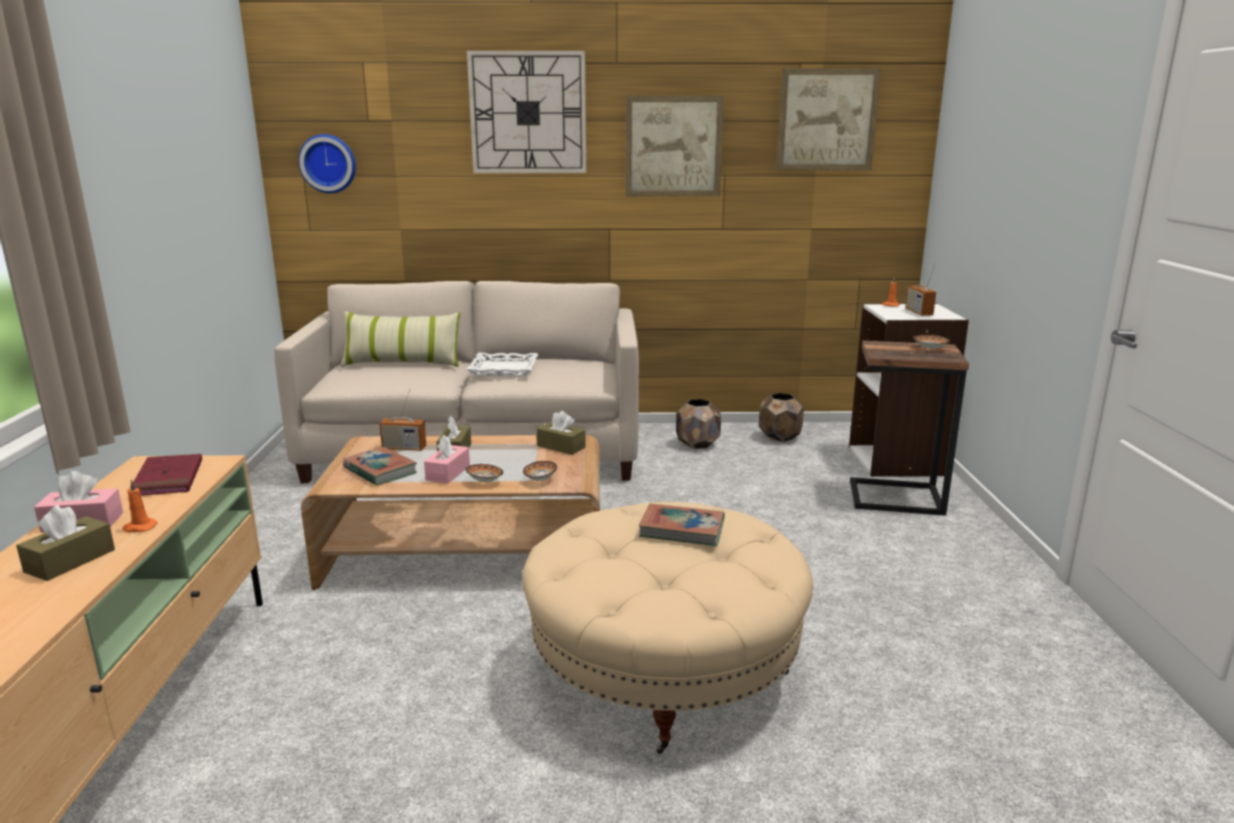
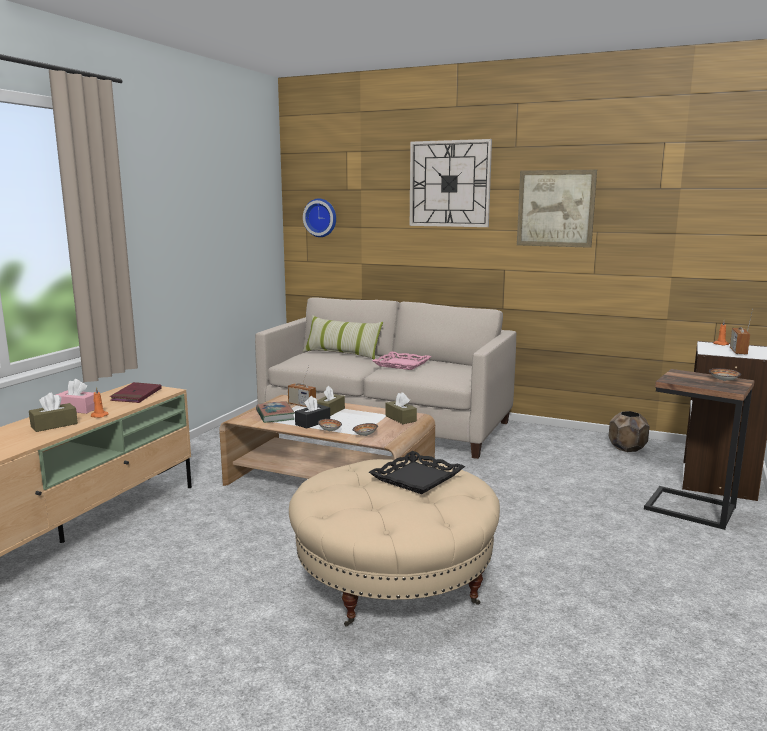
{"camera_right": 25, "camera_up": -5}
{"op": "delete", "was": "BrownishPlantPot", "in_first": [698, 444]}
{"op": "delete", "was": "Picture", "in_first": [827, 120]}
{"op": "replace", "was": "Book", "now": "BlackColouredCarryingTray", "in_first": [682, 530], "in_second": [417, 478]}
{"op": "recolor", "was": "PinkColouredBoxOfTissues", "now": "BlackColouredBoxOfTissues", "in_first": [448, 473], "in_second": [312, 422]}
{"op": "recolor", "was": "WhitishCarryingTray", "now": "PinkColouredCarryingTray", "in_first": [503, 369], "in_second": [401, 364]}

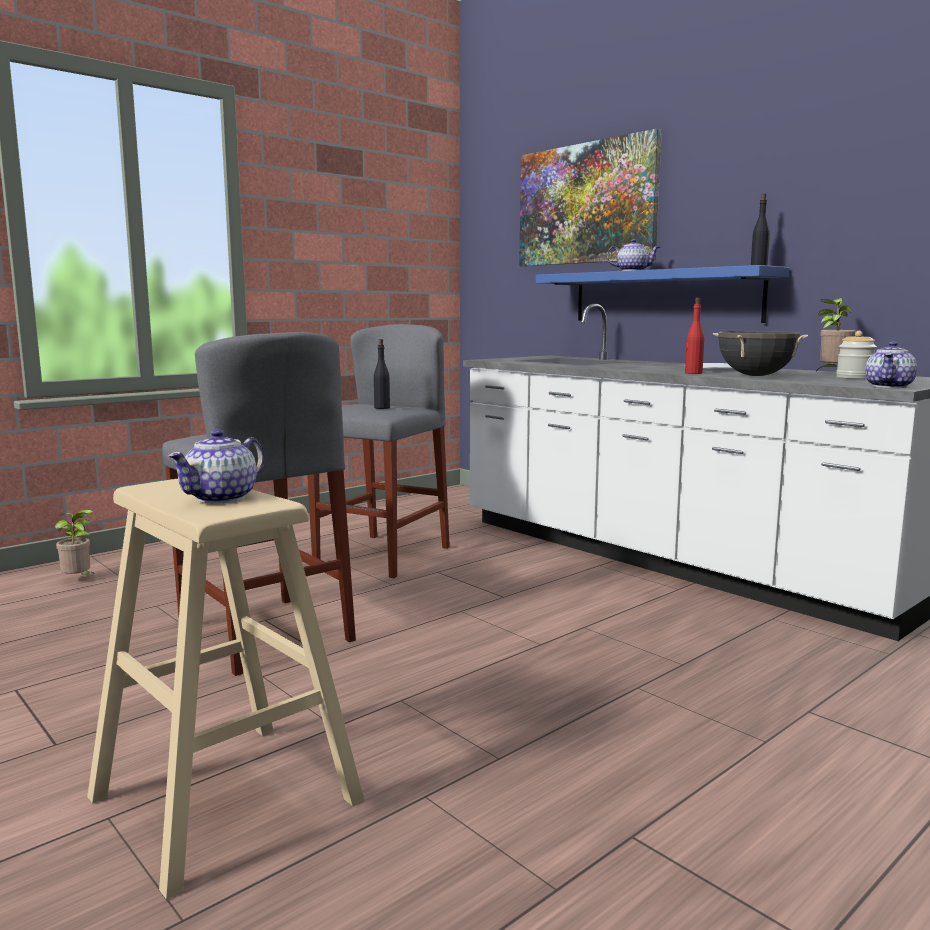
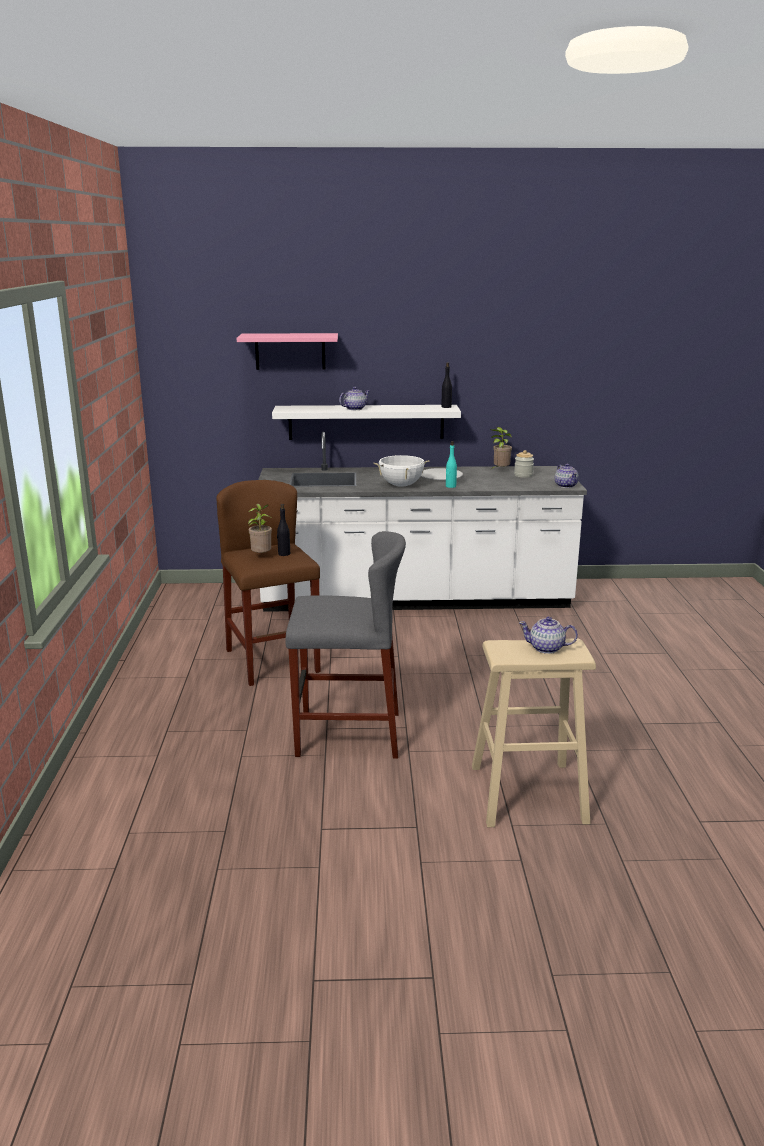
{"camera_right": -50, "camera_up": 10}
{"op": "delete", "was": "BlackColouredCookingPot", "in_first": [756, 376]}
{"op": "insert", "now": "WhitishCookingPot", "in_second": [401, 485]}
{"op": "move", "was": "PlantInAPot", "in_first": [79, 579], "in_second": [261, 556]}
{"op": "replace", "was": "Picture", "now": "PinkColouredBracketShelf", "in_first": [586, 204], "in_second": [290, 351]}
{"op": "recolor", "was": "GrayStoolSeat", "now": "BrownishStoolSeat", "in_first": [382, 555], "in_second": [272, 661]}
{"op": "recolor", "was": "BlueColouredBracketShelf", "now": "WhitishBracketShelf", "in_first": [664, 297], "in_second": [366, 422]}
{"op": "recolor", "was": "RedDrinkBottle", "now": "TurquoiseColouredDrinkBottle", "in_first": [693, 373], "in_second": [450, 486]}
{"op": "rotate", "was": "PotForTea", "in_first": [222, 498], "in_second": [547, 648], "clockwise": 120}

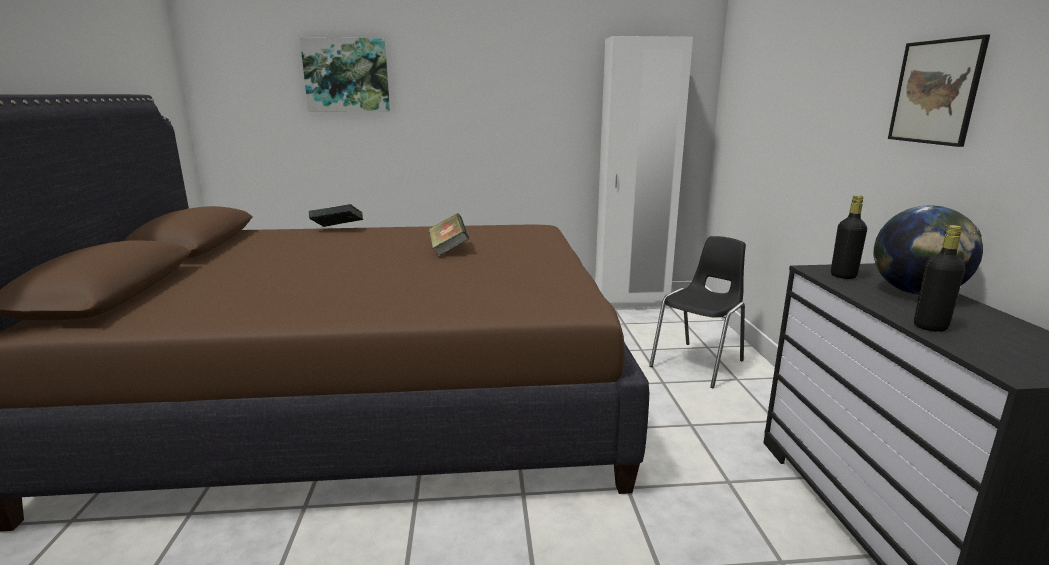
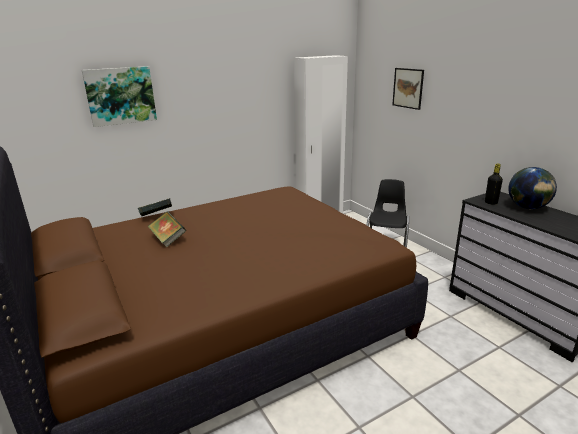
{"camera_right": -25, "camera_up": 5}
{"op": "delete", "was": "BlackColouredDrinkBottle", "in_first": [930, 327]}
{"op": "move", "was": "Book", "in_first": [448, 250], "in_second": [168, 239]}
{"op": "move", "was": "Picture", "in_first": [935, 92], "in_second": [408, 88]}

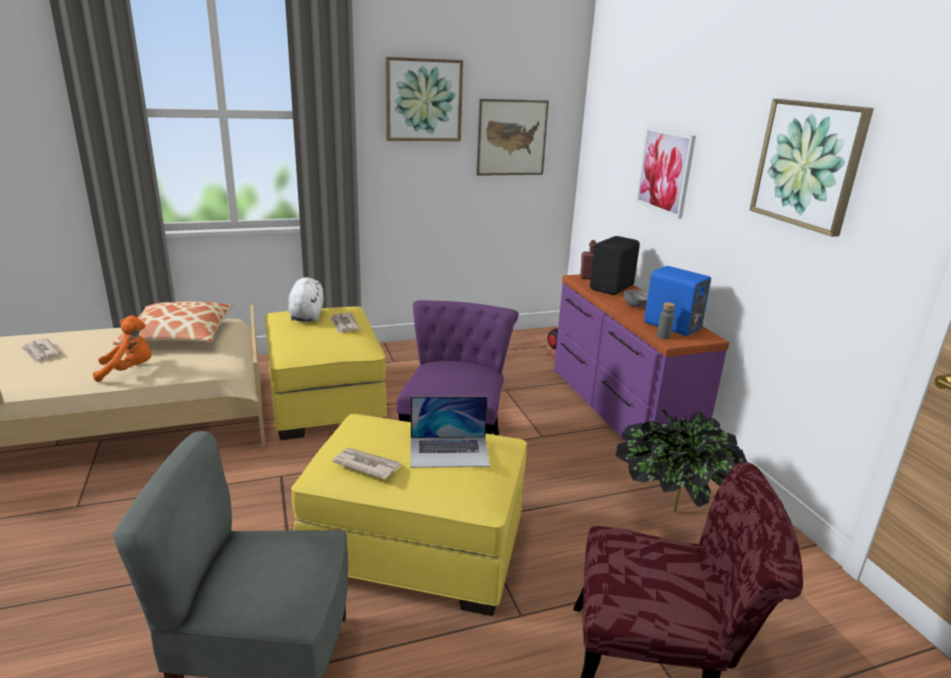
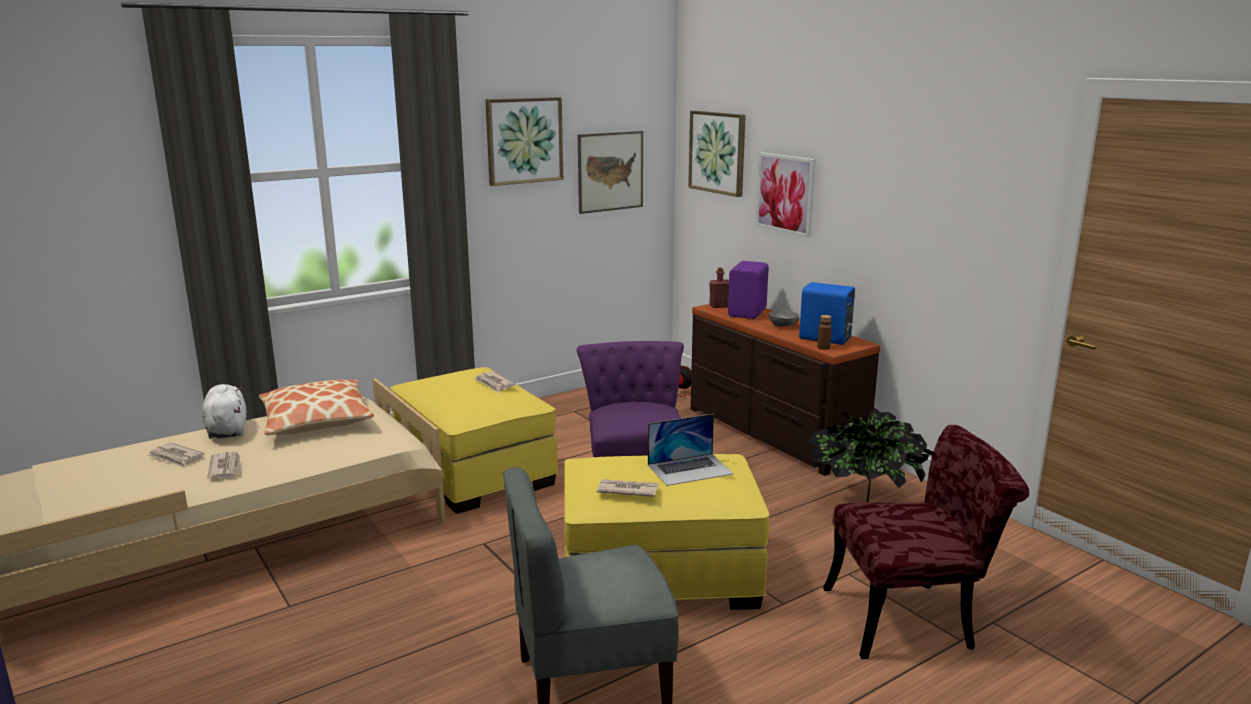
{"camera_right": -15, "camera_up": -5}
{"op": "delete", "was": "OrangeColouredSoftToy", "in_first": [129, 370]}
{"op": "insert", "now": "PrintedPaper", "in_second": [226, 467]}
{"op": "move", "was": "WhitishSoftToy", "in_first": [307, 315], "in_second": [227, 430]}
{"op": "move", "was": "Picture", "in_first": [808, 164], "in_second": [718, 152]}
{"op": "recolor", "was": "PurpleDresser", "now": "BrownishDresser", "in_first": [618, 409], "in_second": [772, 433]}
{"op": "recolor", "was": "BlackColouredLoudspeaker", "now": "PurpleLoudspeaker", "in_first": [613, 288], "in_second": [748, 313]}
{"op": "recolor", "was": "GrayDrinkBottle", "now": "BrownishDrinkBottle", "in_first": [663, 336], "in_second": [823, 347]}

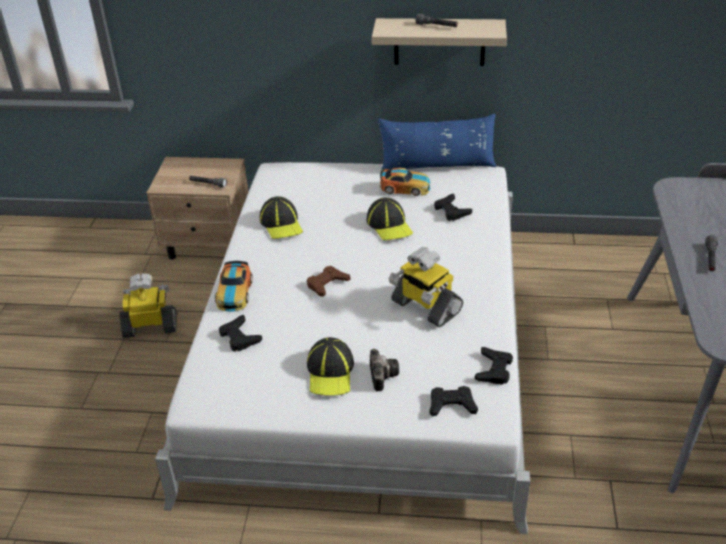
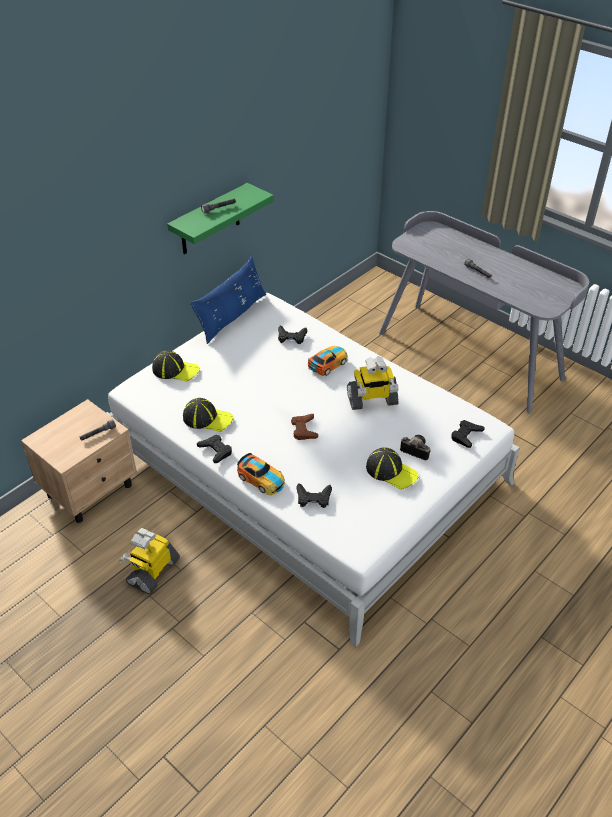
{"camera_right": -55, "camera_up": 5}
{"op": "move", "was": "PeakedCap", "in_first": [389, 225], "in_second": [175, 370]}
{"op": "move", "was": "ModelCar", "in_first": [405, 187], "in_second": [328, 364]}
{"op": "move", "was": "BlackColouredGamepad", "in_first": [494, 370], "in_second": [215, 451]}
{"op": "recolor", "was": "SandColouredBracketShelf", "now": "GreenishBracketShelf", "in_first": [439, 42], "in_second": [210, 220]}

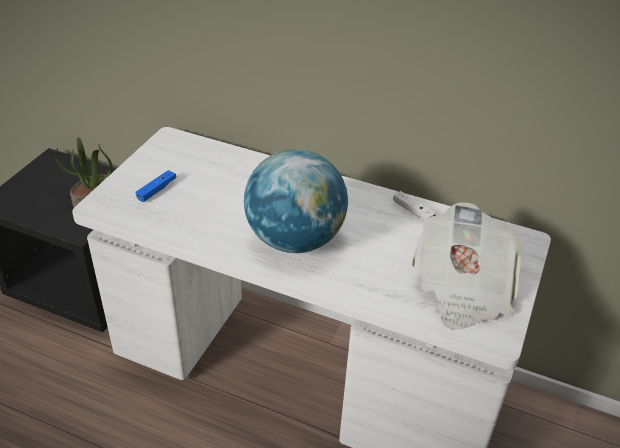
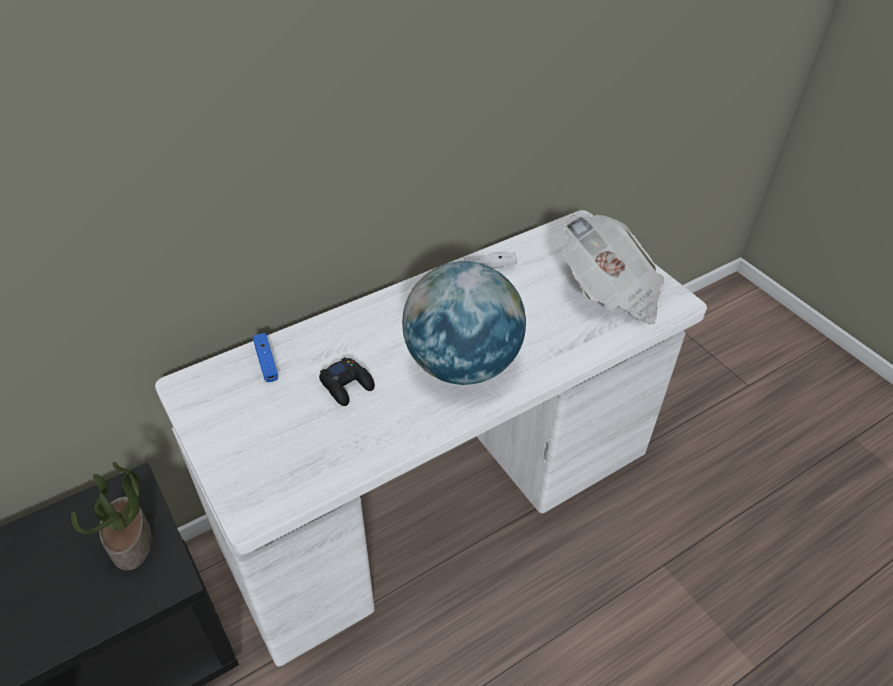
{"camera_right": -55, "camera_up": 5}
{"op": "insert", "now": "BlackColouredGamepad", "in_second": [347, 385]}
{"op": "move", "was": "BlueColouredGamepad", "in_first": [157, 190], "in_second": [266, 362]}

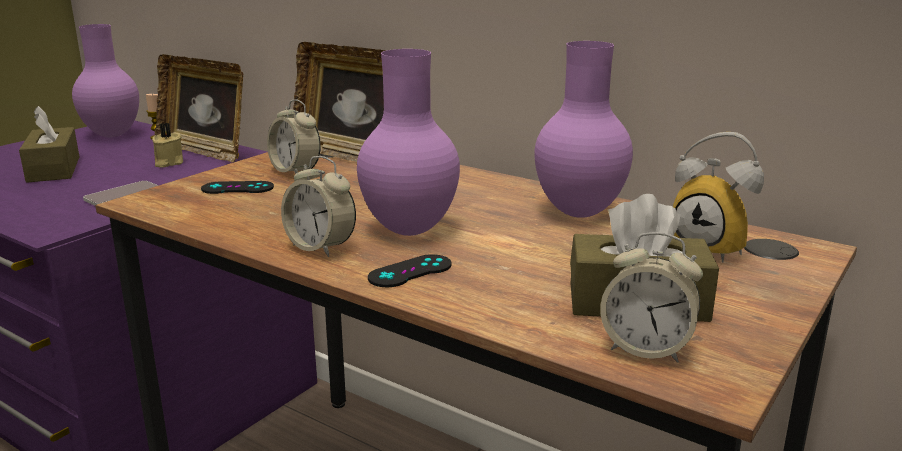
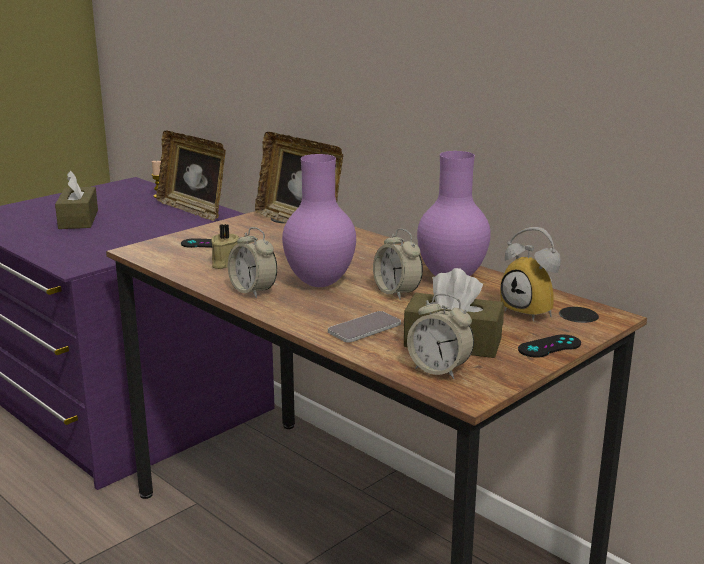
{"camera_right": 10, "camera_up": 0}
{"op": "delete", "was": "PurpleFlowerVase", "in_first": [113, 135]}
{"op": "move", "was": "Handset", "in_first": [122, 195], "in_second": [364, 328]}
{"op": "move", "was": "SandColouredWaxCandle", "in_first": [168, 163], "in_second": [224, 264]}
{"op": "move", "was": "BedsideClock", "in_first": [295, 171], "in_second": [397, 292]}
{"op": "move", "was": "BlackColouredGamepad", "in_first": [410, 271], "in_second": [549, 346]}

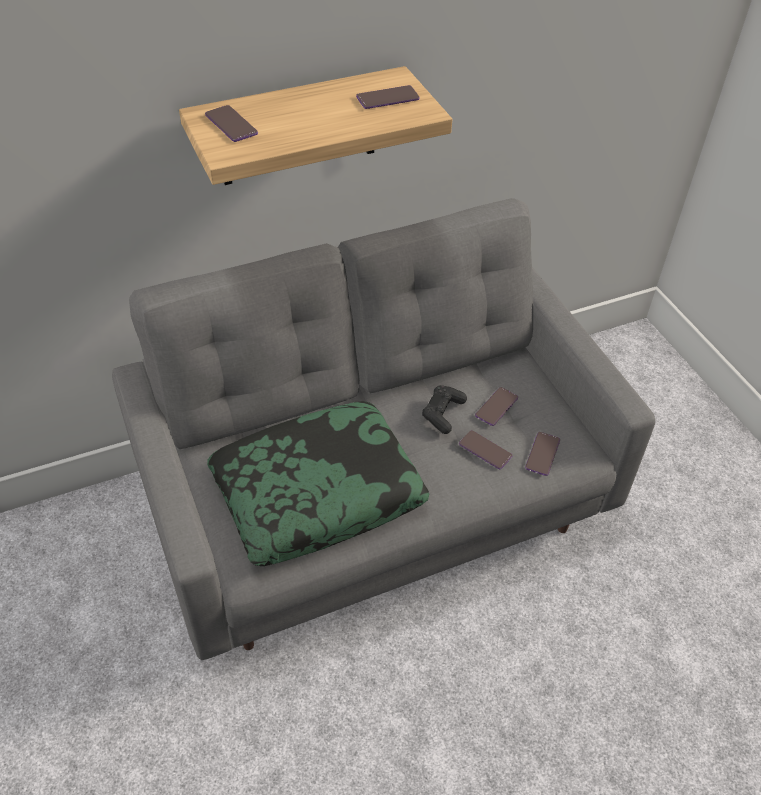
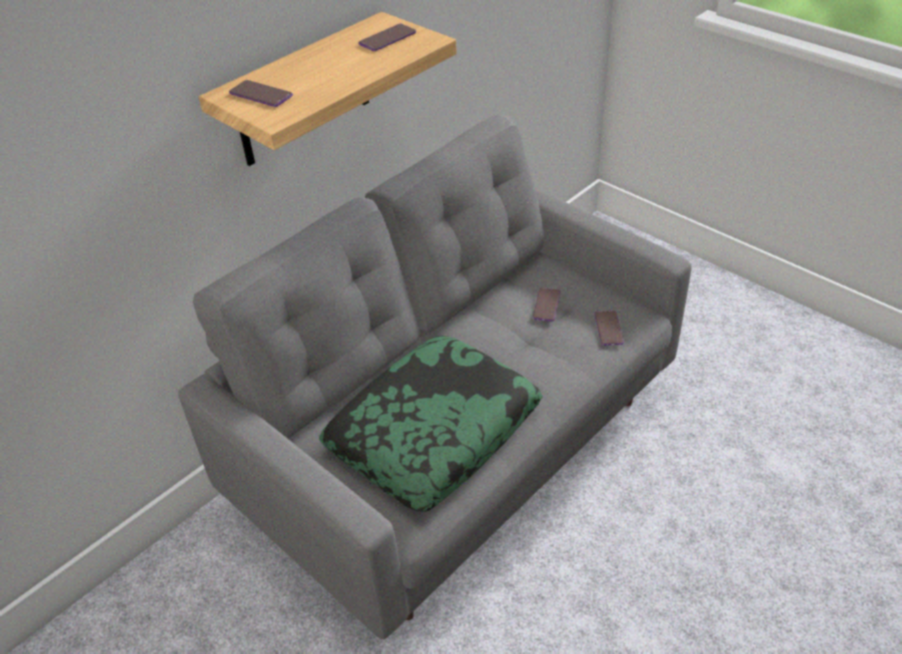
{"camera_right": -20, "camera_up": -5}
{"op": "delete", "was": "BlackColouredGamepad", "in_first": [443, 413]}
{"op": "delete", "was": "Handset", "in_first": [485, 450]}

